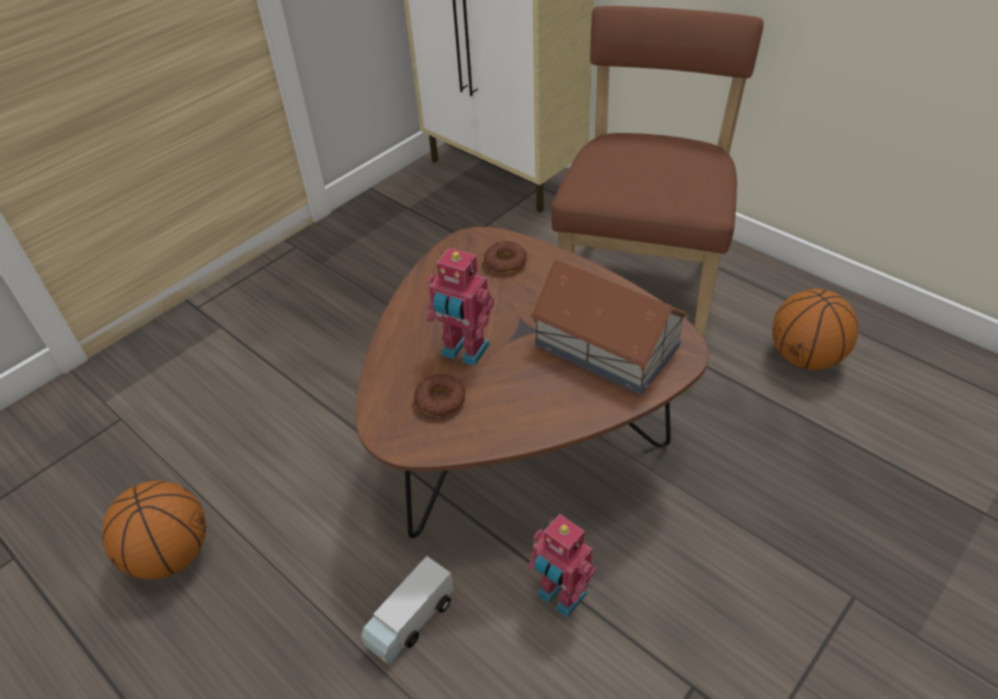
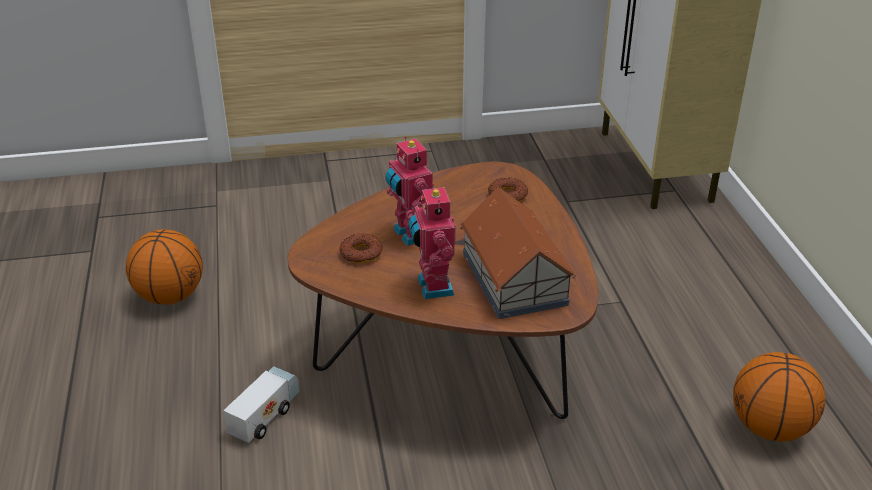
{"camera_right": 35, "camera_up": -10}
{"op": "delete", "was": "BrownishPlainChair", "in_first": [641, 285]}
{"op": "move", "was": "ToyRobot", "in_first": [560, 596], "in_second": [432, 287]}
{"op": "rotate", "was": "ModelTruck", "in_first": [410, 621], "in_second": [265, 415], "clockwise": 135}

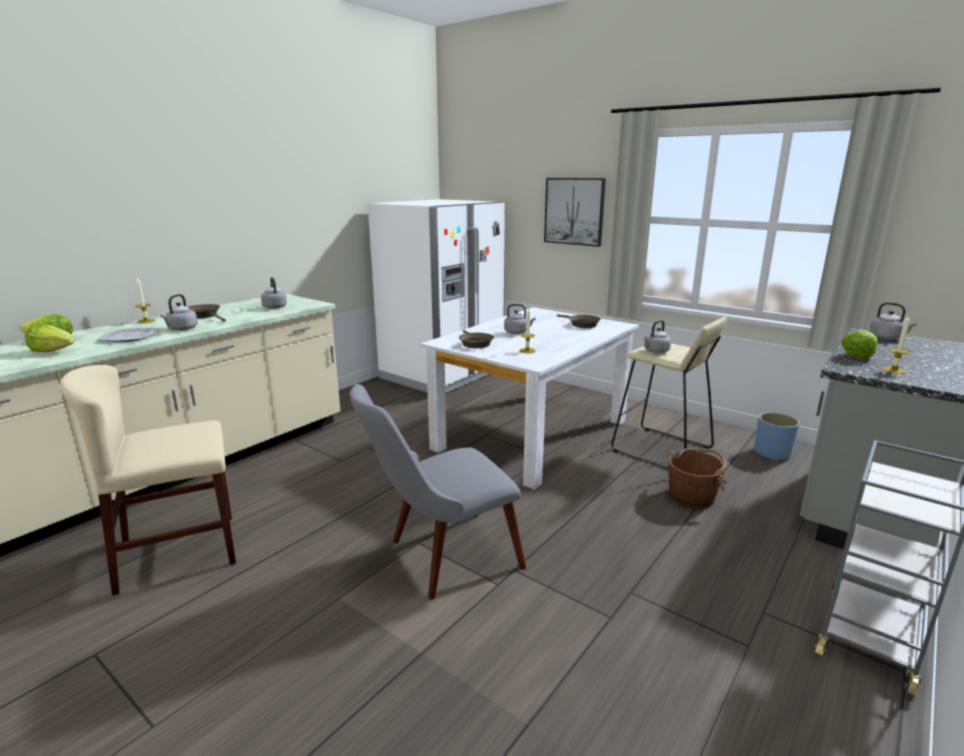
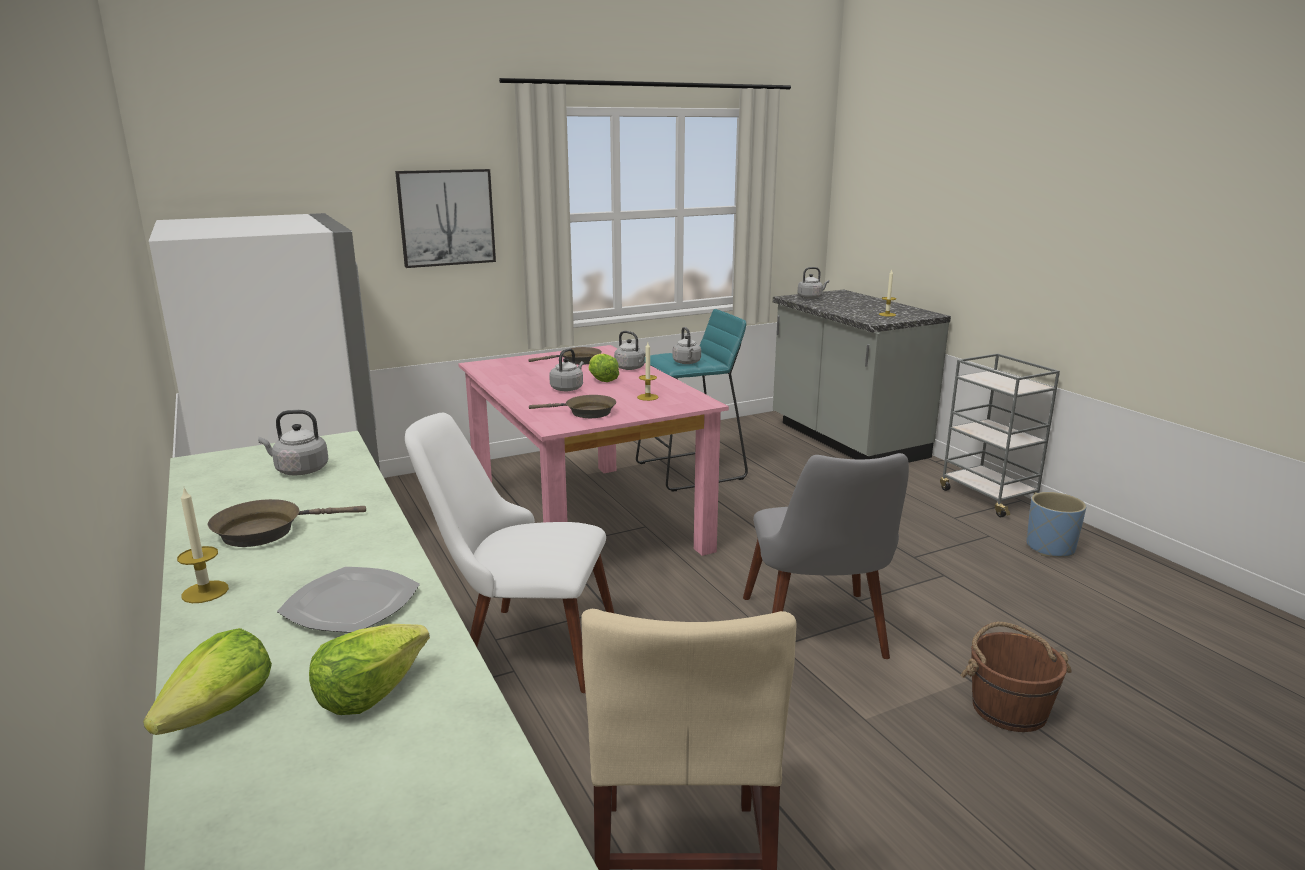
{"camera_right": -65, "camera_up": 0}
{"op": "insert", "now": "WhitishPlainChair", "in_second": [520, 645]}
{"op": "move", "was": "GrayKettle", "in_first": [181, 329], "in_second": [631, 368]}
{"op": "move", "was": "BrownishBucket", "in_first": [692, 496], "in_second": [1008, 708]}
{"op": "move", "was": "BlueColouredPlantPot", "in_first": [772, 453], "in_second": [1050, 548]}
{"op": "move", "was": "Lettuce", "in_first": [858, 355], "in_second": [602, 379]}
{"op": "recolor", "was": "WhitishDinnerTable", "now": "PinkColouredDinnerTable", "in_first": [532, 435], "in_second": [588, 520]}
{"op": "recolor", "was": "SandColouredStoolSeat", "now": "TurquoiseColouredStoolSeat", "in_first": [662, 450], "in_second": [691, 471]}

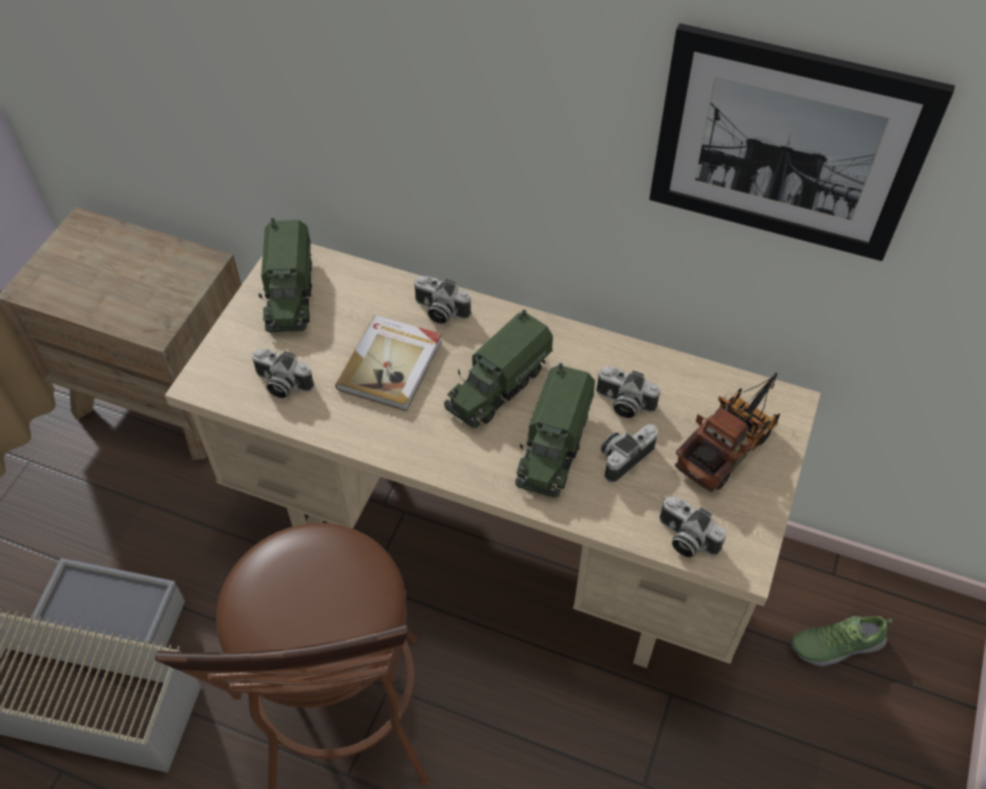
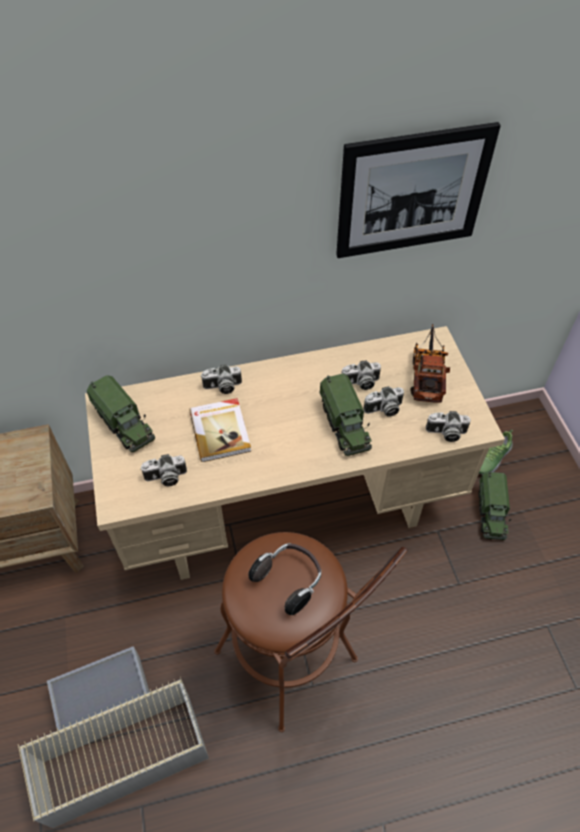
{"camera_right": -35, "camera_up": 0}
{"op": "insert", "now": "PairOfHeadphones", "in_second": [289, 580]}
{"op": "move", "was": "ModelTruck", "in_first": [498, 385], "in_second": [491, 512]}
{"op": "rotate", "was": "StillCamera", "in_first": [624, 456], "in_second": [383, 409], "clockwise": -120}

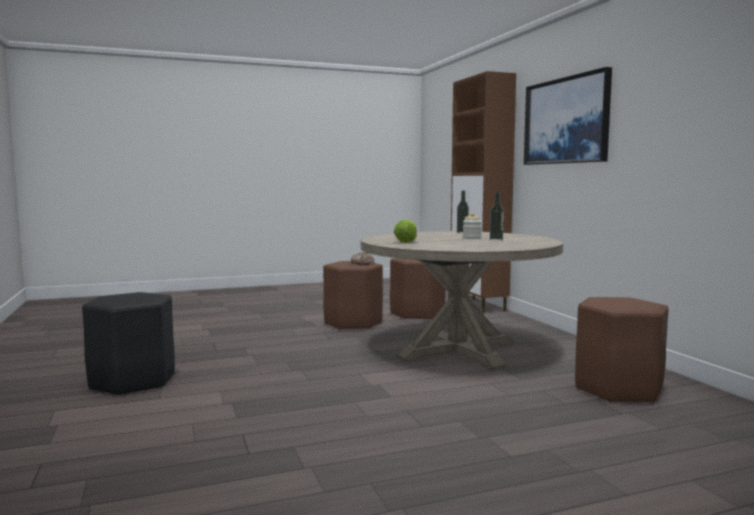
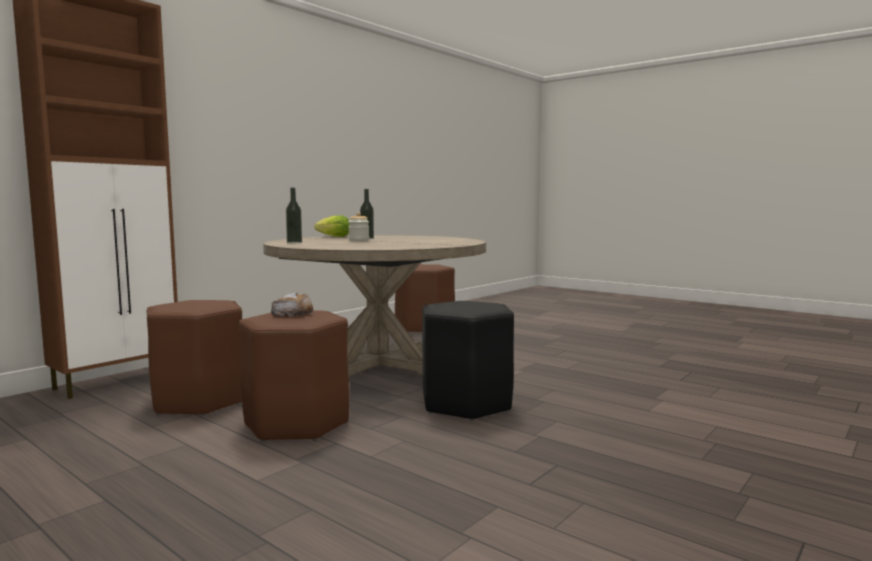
{"camera_right": -120, "camera_up": 0}
{"op": "delete", "was": "Picture", "in_first": [566, 121]}
{"op": "move", "was": "BlackColouredStoolSeat", "in_first": [132, 382], "in_second": [466, 404]}
{"op": "move", "was": "Lettuce", "in_first": [406, 242], "in_second": [335, 237]}

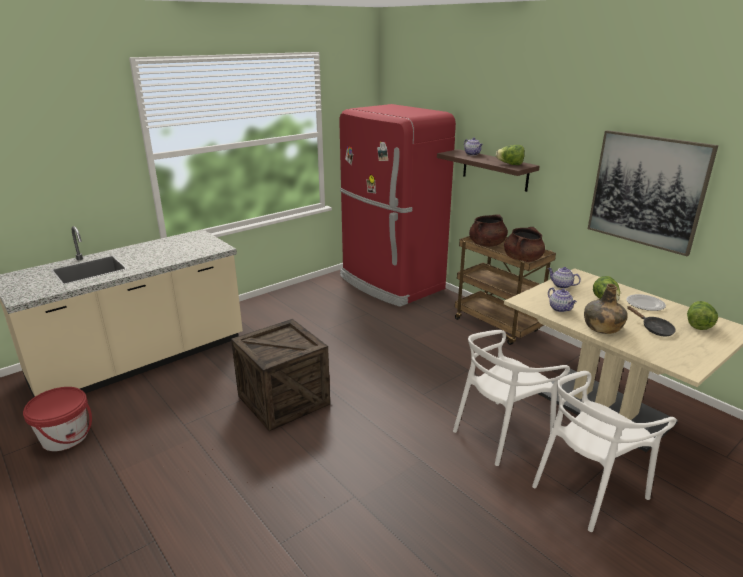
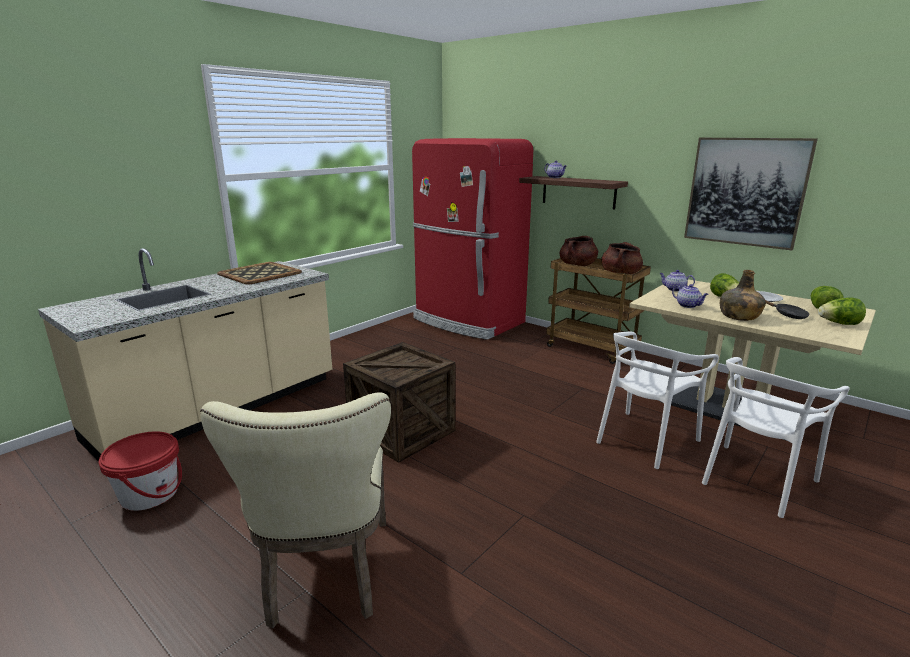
{"camera_right": -10, "camera_up": -5}
{"op": "insert", "now": "SandColouredPlainChair", "in_second": [326, 577]}
{"op": "insert", "now": "CarryingTray", "in_second": [260, 273]}
{"op": "move", "was": "Lettuce", "in_first": [510, 164], "in_second": [839, 323]}

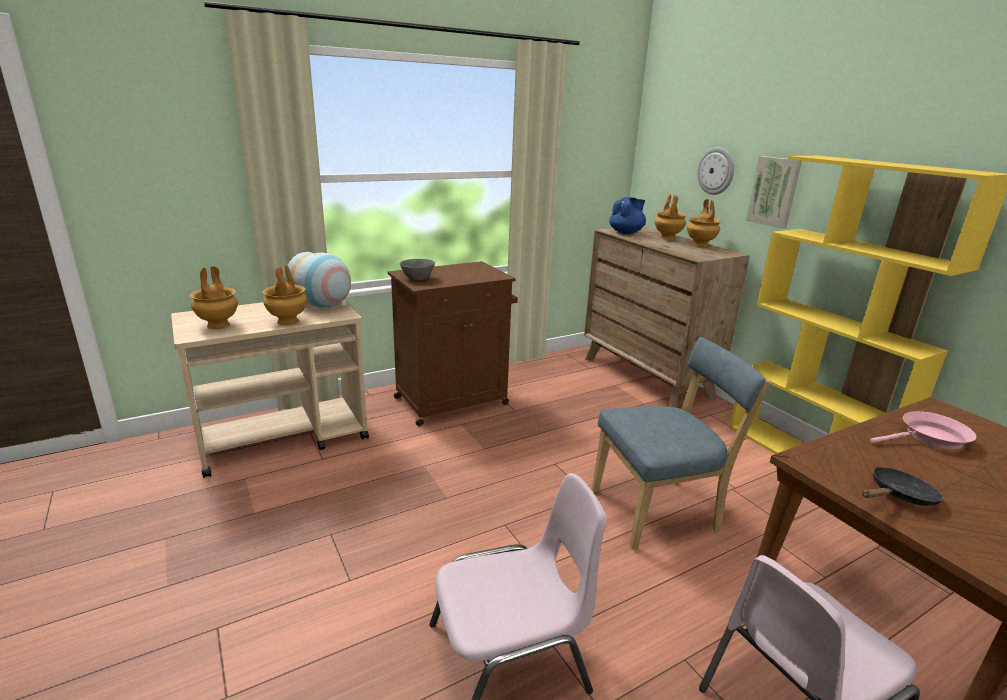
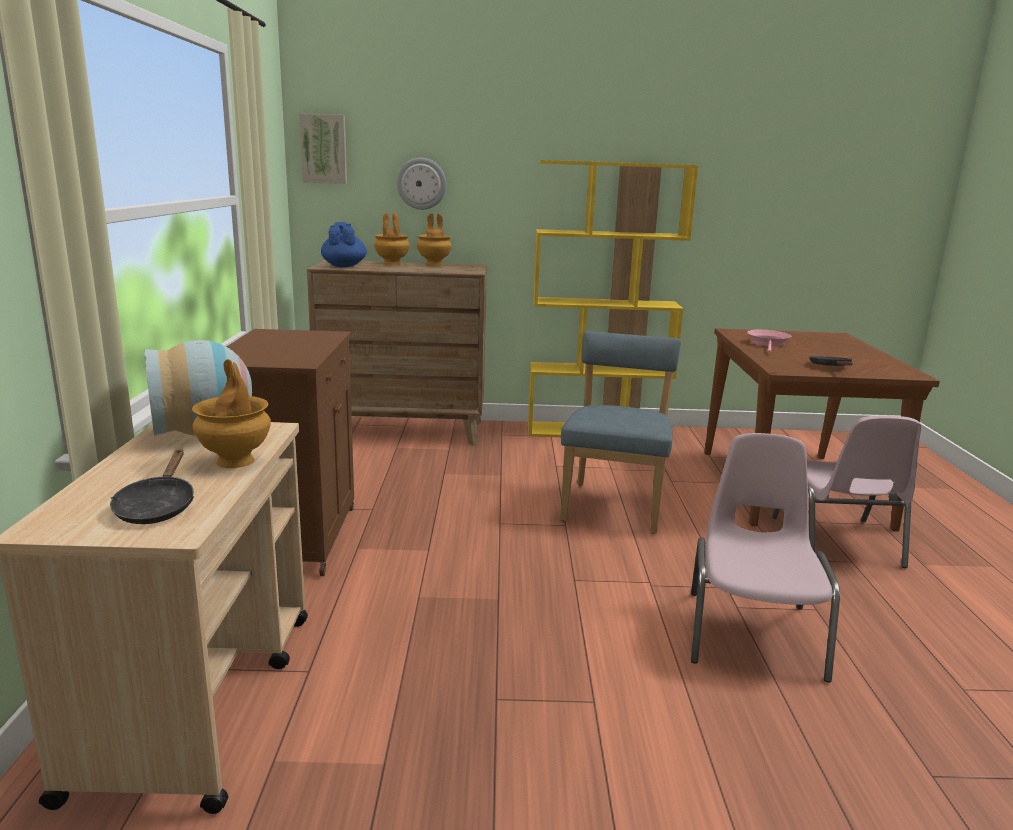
{"camera_right": -60, "camera_up": -5}
{"op": "delete", "was": "GrayServingBowl", "in_first": [417, 278]}
{"op": "move", "was": "Picture", "in_first": [774, 191], "in_second": [324, 149]}
{"op": "replace", "was": "BrownishFlowerVase", "now": "BlackColouredPan", "in_first": [219, 325], "in_second": [157, 507]}

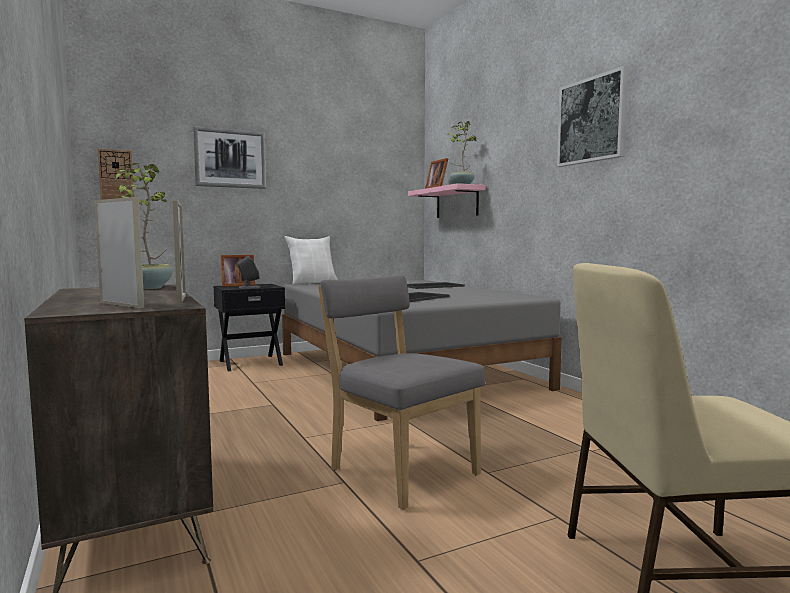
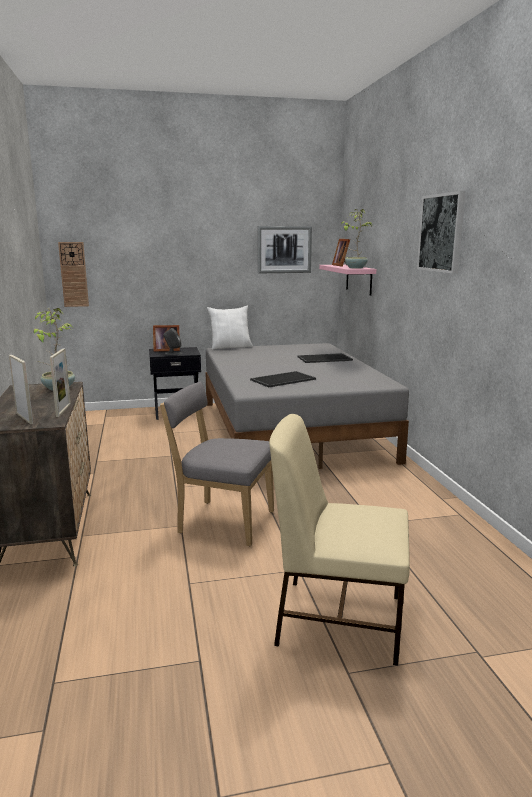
{"camera_right": 15, "camera_up": 10}
{"op": "move", "was": "Picture", "in_first": [230, 158], "in_second": [284, 249]}
{"op": "rotate", "was": "GrayPlainChair", "in_first": [399, 470], "in_second": [222, 521], "clockwise": -45}

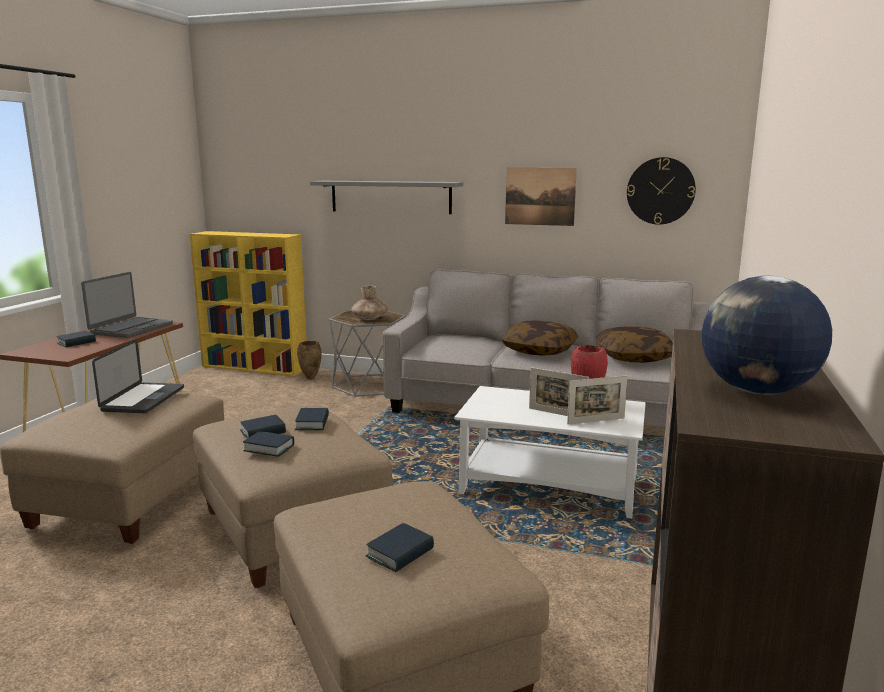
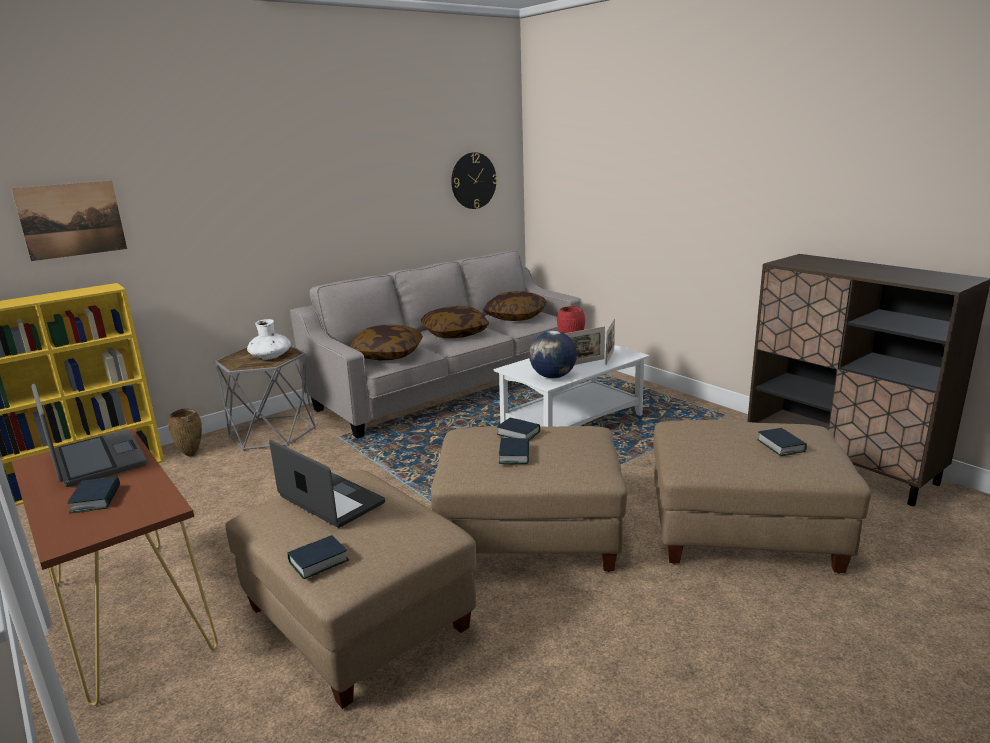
{"camera_right": -55, "camera_up": 5}
{"op": "delete", "was": "GrayBracketShelf", "in_first": [390, 197]}
{"op": "insert", "now": "Cushion", "in_second": [387, 354]}
{"op": "move", "was": "Book", "in_first": [269, 448], "in_second": [318, 561]}
{"op": "move", "was": "Picture", "in_first": [540, 196], "in_second": [72, 220]}
{"op": "move", "was": "WorldGlobe", "in_first": [757, 391], "in_second": [553, 377]}
{"op": "recolor", "was": "BrownishFlowerVase", "now": "WhitishFlowerVase", "in_first": [369, 318], "in_second": [270, 357]}

